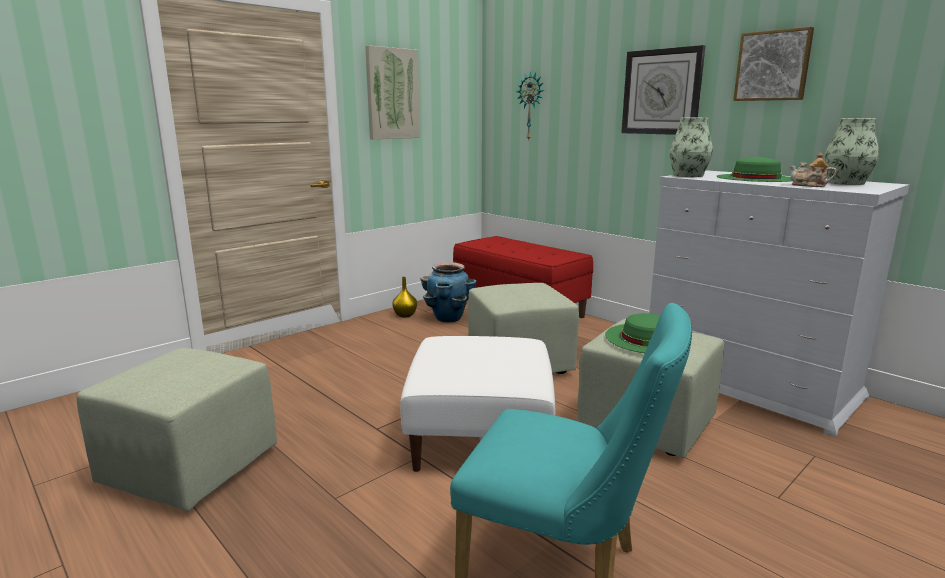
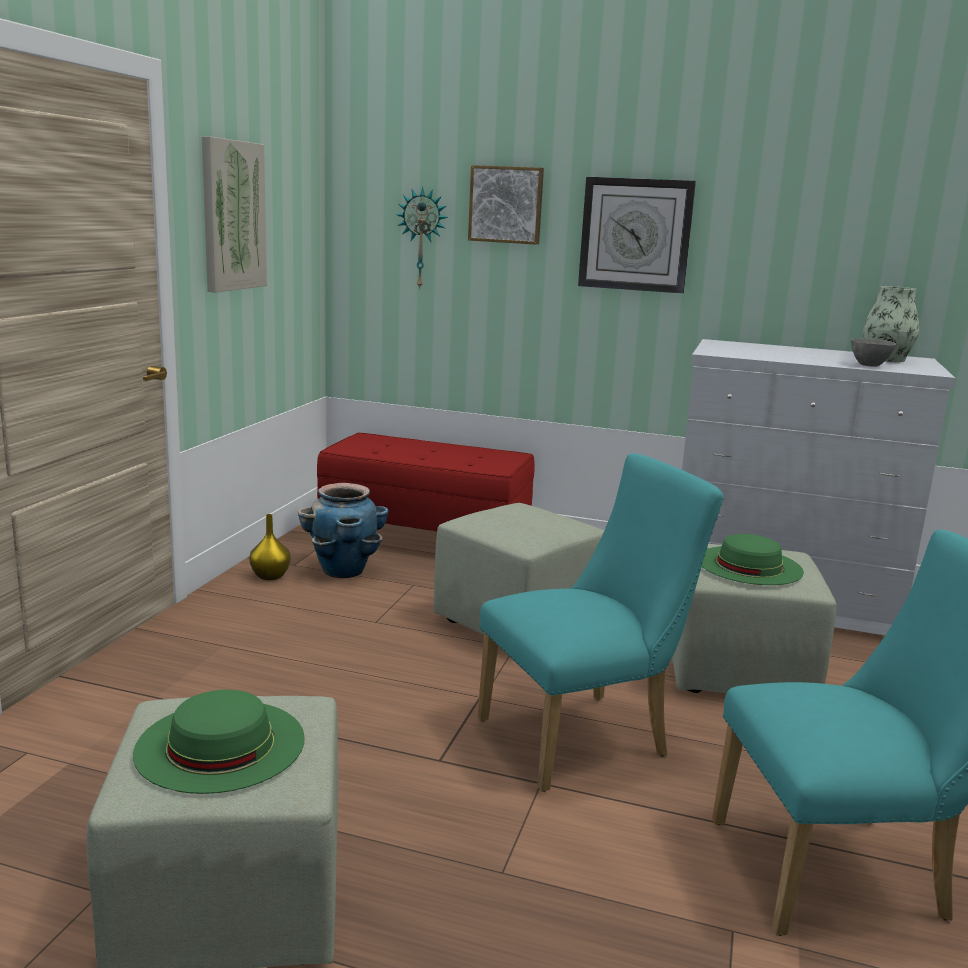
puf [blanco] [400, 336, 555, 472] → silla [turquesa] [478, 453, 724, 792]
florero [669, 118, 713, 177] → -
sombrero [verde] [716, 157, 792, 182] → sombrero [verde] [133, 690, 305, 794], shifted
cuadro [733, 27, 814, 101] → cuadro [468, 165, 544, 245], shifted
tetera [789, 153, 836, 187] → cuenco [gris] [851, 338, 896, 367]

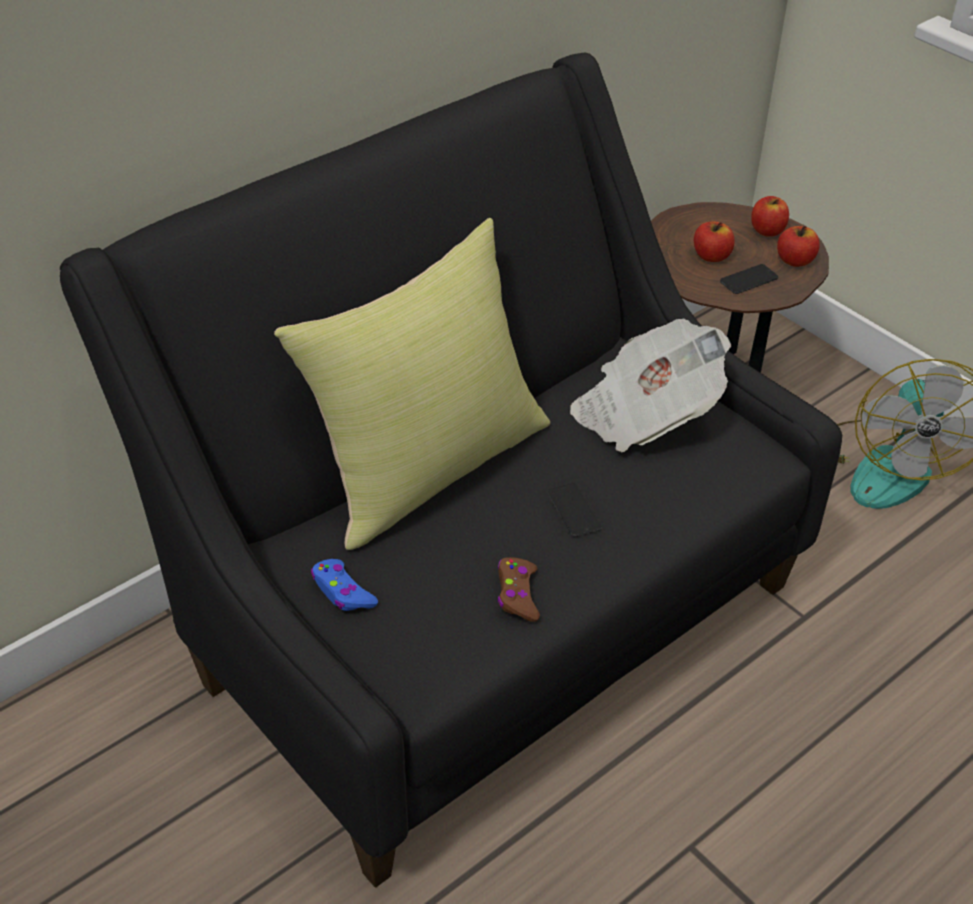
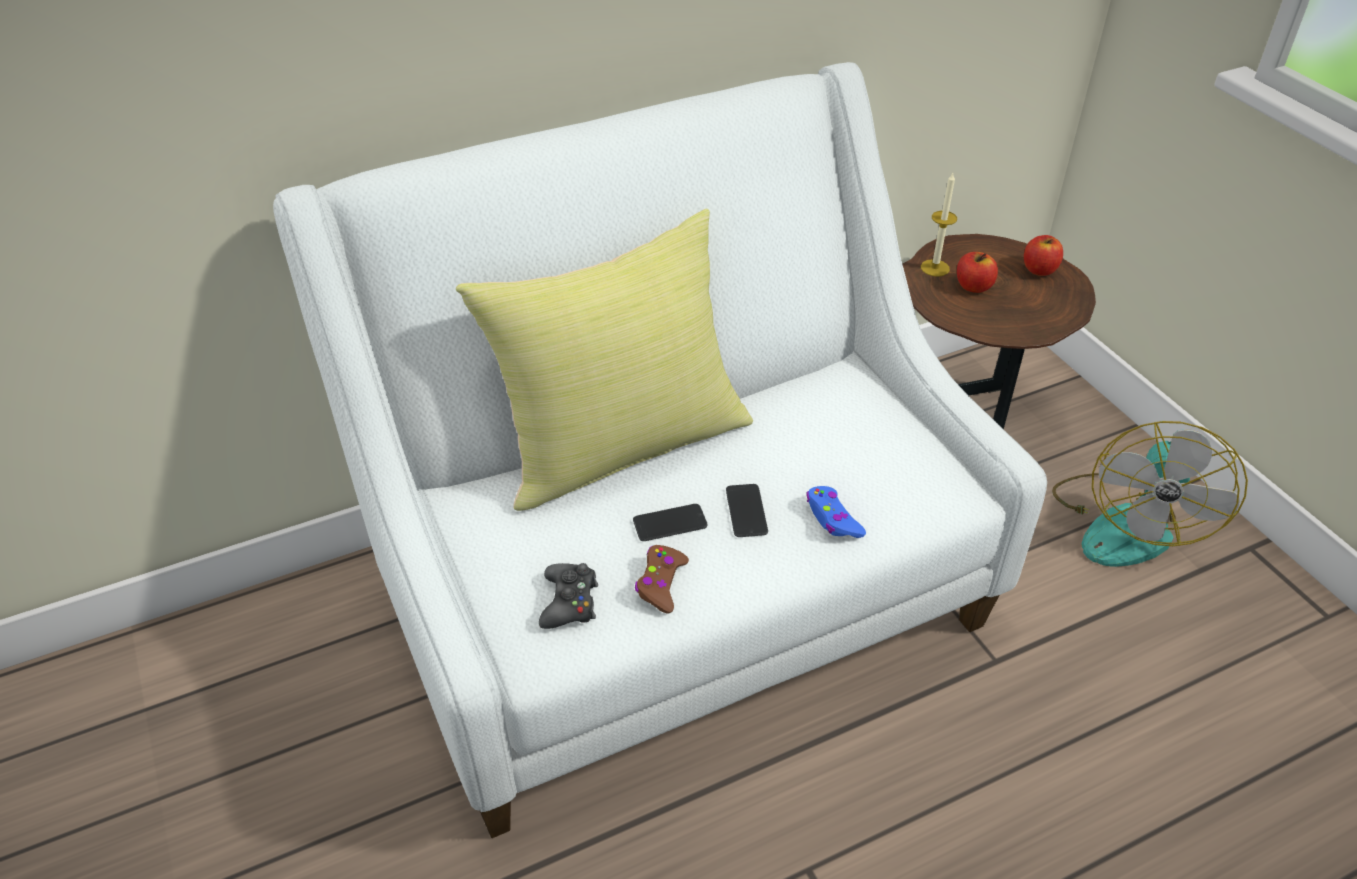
sofá [negro] [60, 53, 842, 887] → sofá [blanco] [273, 62, 1047, 838]
mando de consola [azul] [311, 559, 378, 611] → mando de consola [azul] [806, 486, 866, 538], shifted
periódico [570, 318, 731, 452] → -
móvil [720, 264, 778, 294] → móvil [633, 504, 708, 541], shifted
manzana [777, 226, 820, 267] → -
- → mando de consola [negro] [539, 563, 598, 629]
- → vela [921, 173, 957, 277]

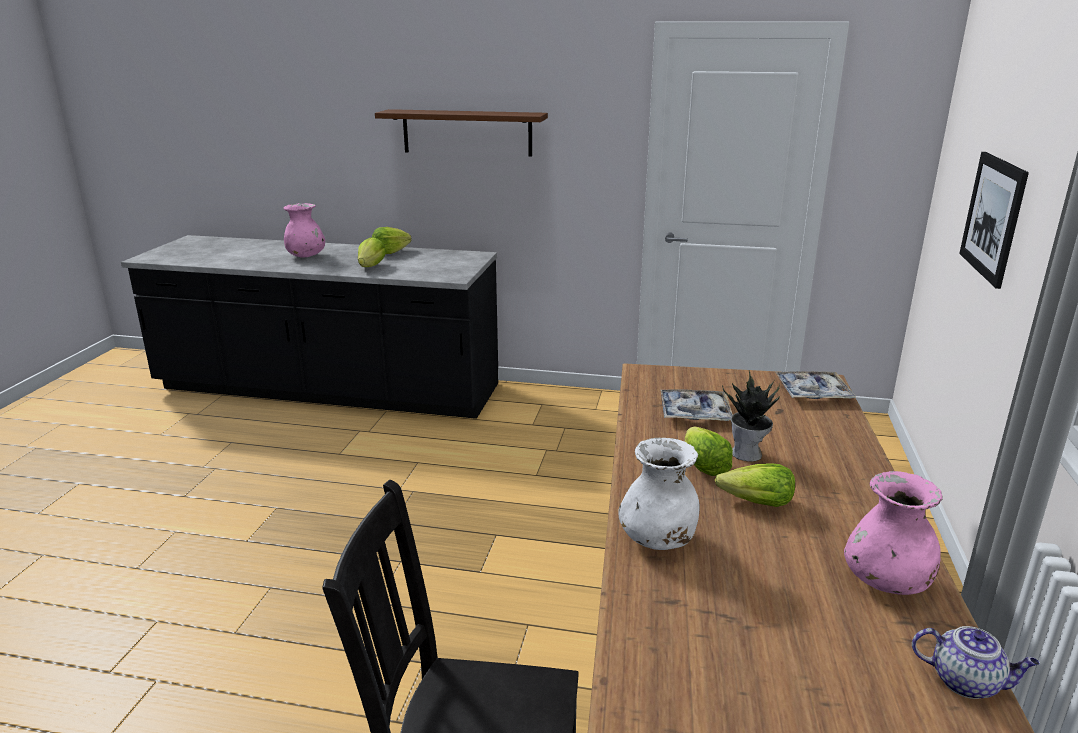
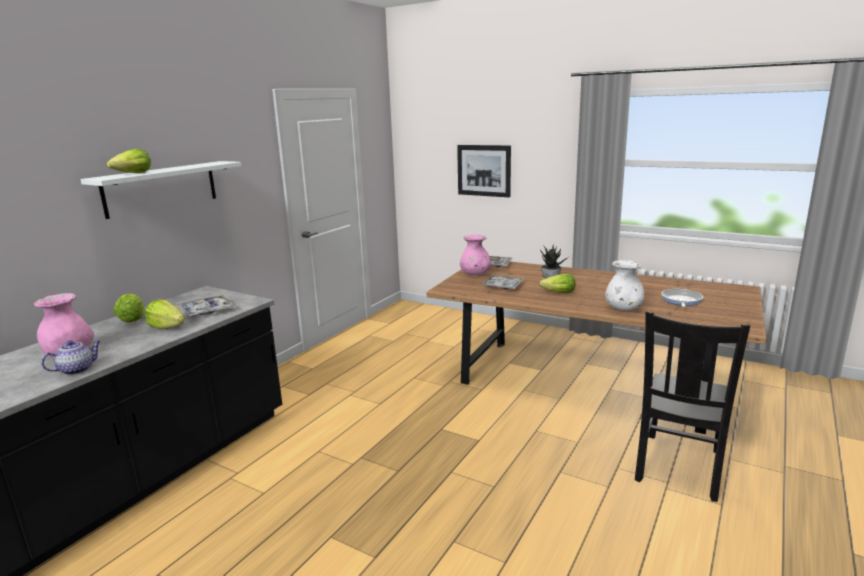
estante [marrón] [375, 109, 548, 157] → estante [blanco] [80, 161, 241, 219]
lechuga [715, 463, 795, 507] → lechuga [107, 148, 151, 173], shifted
florero [rosa] [844, 471, 942, 595] → florero [rosa] [460, 235, 491, 275], shifted
tetera [912, 626, 1040, 699] → tetera [41, 340, 101, 375], shifted
- → bandeja [180, 295, 235, 316]
- → sartén [661, 289, 703, 307]

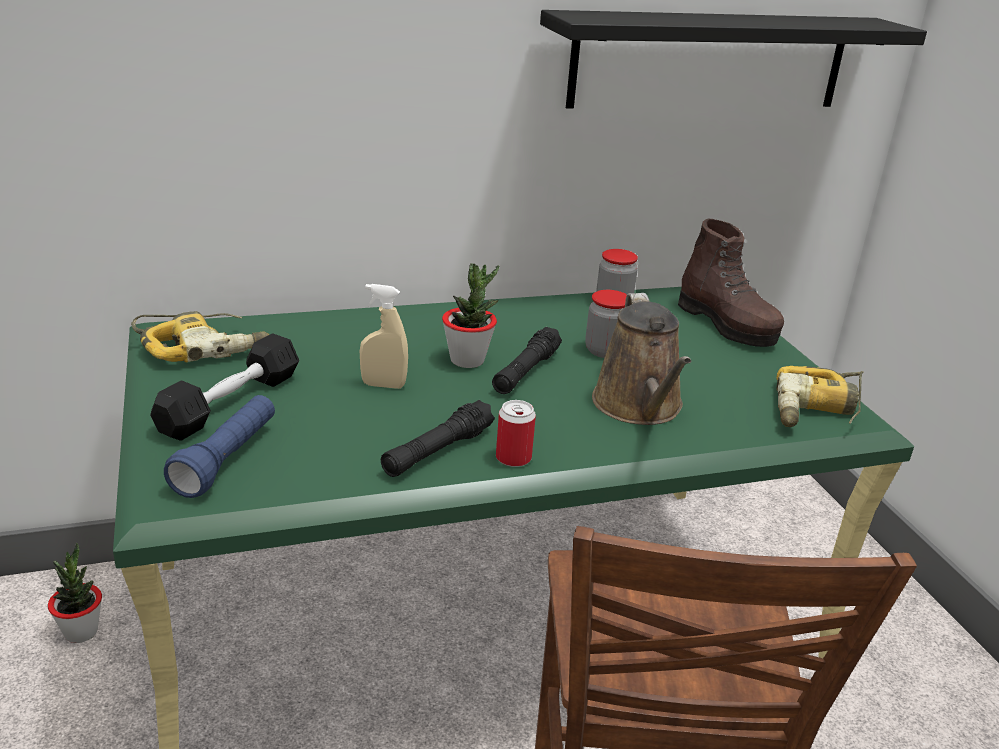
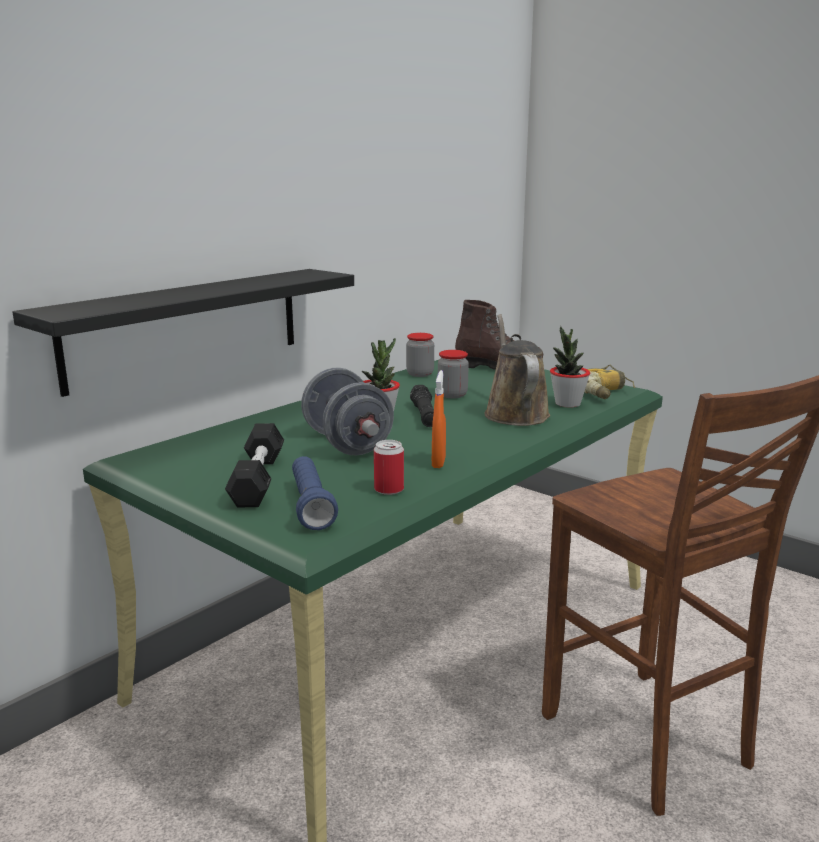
planta en maceta [48, 543, 102, 643] → planta en maceta [550, 326, 590, 408], shifted
taladro [131, 311, 270, 362] → -
pulverizador [beis] [360, 284, 408, 389] → mancuerna [gris] [301, 368, 394, 455]
linterna [negro] [381, 400, 495, 477] → pulverizador [naranja] [432, 370, 446, 468]
lata [496, 400, 536, 467] → lata [374, 440, 404, 495], shifted
estante [negro] [540, 10, 927, 109] → estante [negro] [12, 269, 354, 397], shifted
regadera [marrón] [592, 293, 691, 425] → regadera [marrón] [484, 314, 550, 426], 150 degrees counterclockwise

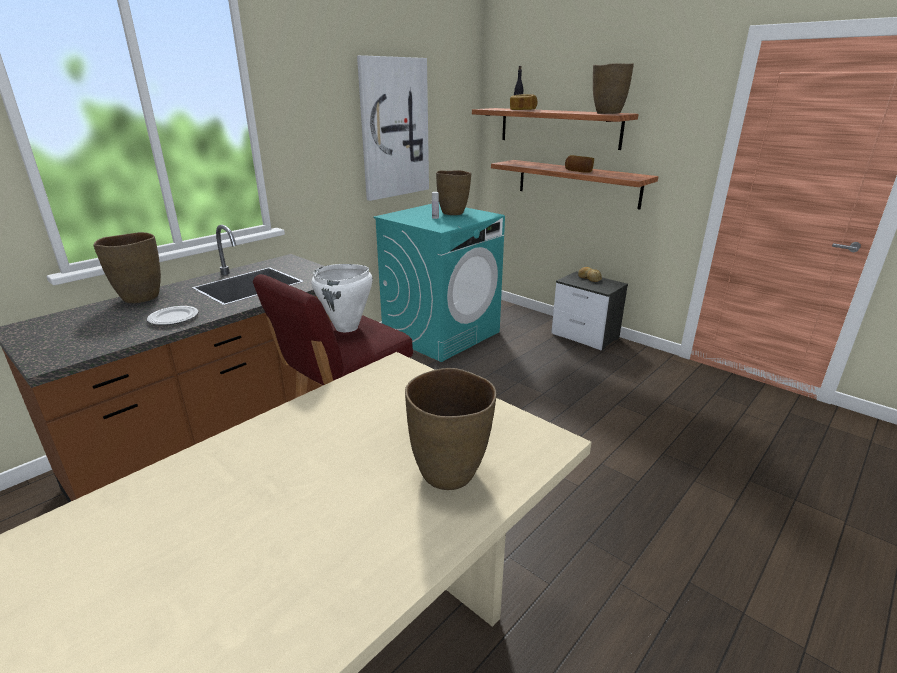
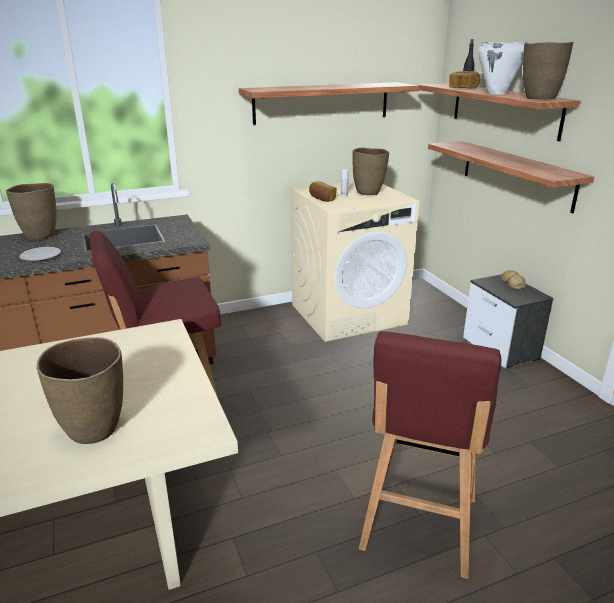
olla [blanco] [311, 264, 373, 332] → olla [blanco] [478, 41, 527, 95], shifted
cuadro [357, 55, 429, 201] → estante [239, 82, 420, 125]
lavadora [turquesa] [373, 204, 505, 362] → lavadora [beis] [290, 181, 419, 342]
pan [565, 155, 594, 173] → pan [309, 181, 337, 202], shifted
- → taburete [rojo] [359, 331, 501, 579]

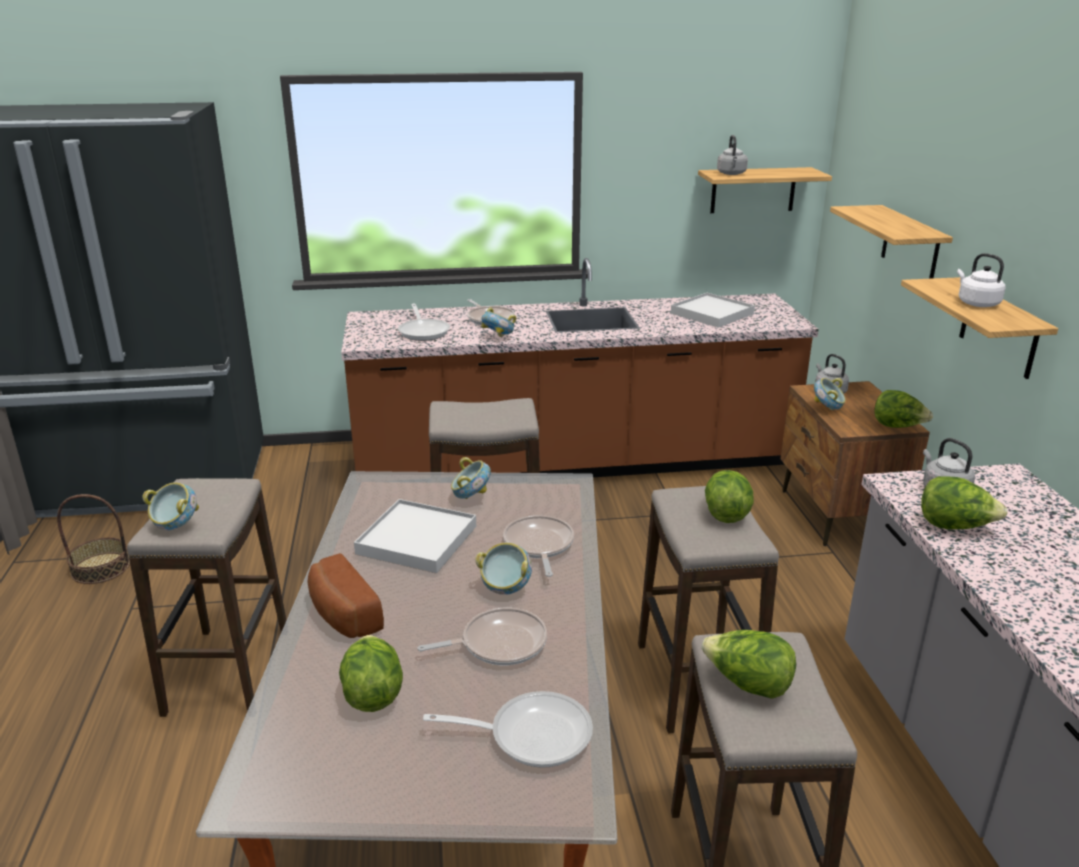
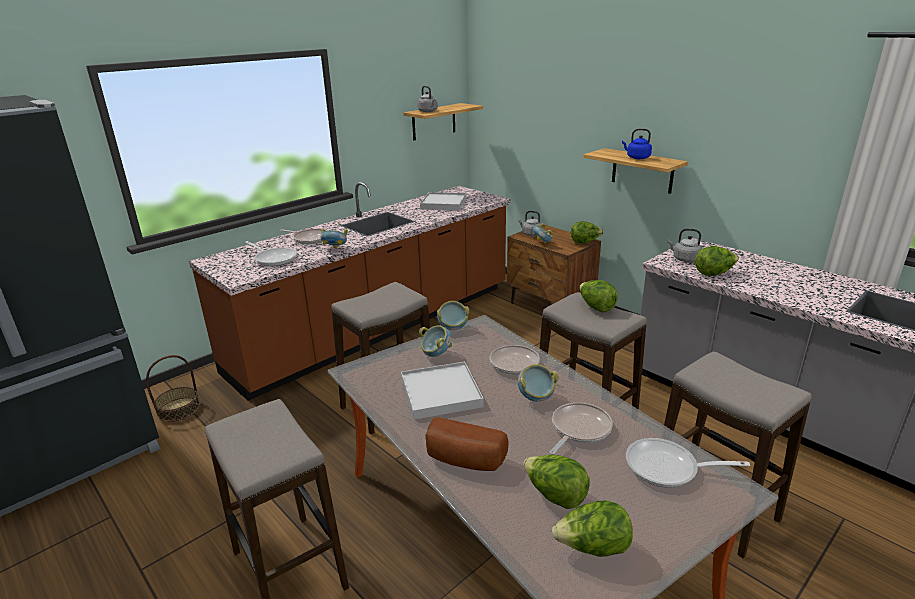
cesta [57, 494, 130, 584] → cesta [146, 355, 200, 422], shifted
cuenco [142, 482, 199, 530] → cuenco [437, 301, 469, 330], shifted
sartén [423, 691, 593, 768] → sartén [626, 438, 750, 488], 135 degrees counterclockwise
lechuga [701, 630, 796, 698] → lechuga [552, 501, 633, 557], shifted
estante [830, 205, 953, 279] → -
hervidor [blanco] [957, 253, 1006, 307] → hervidor [azul] [622, 129, 652, 159]

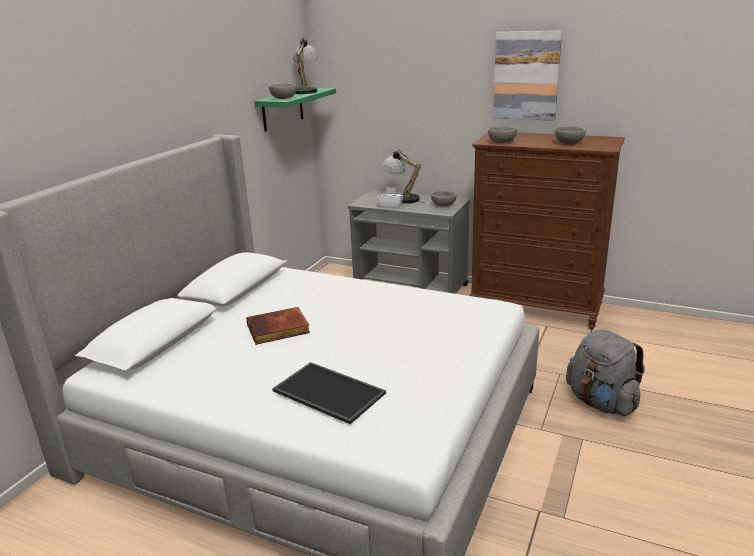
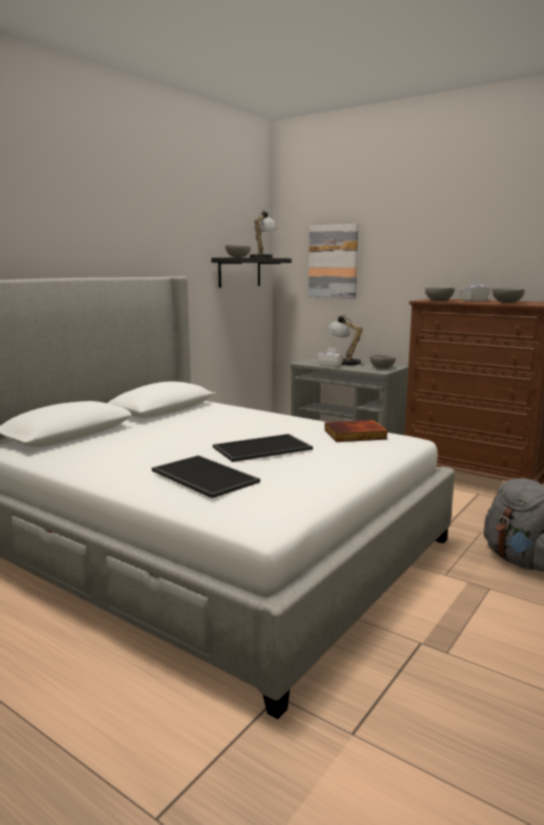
libro [246, 307, 310, 345] → libro [325, 420, 388, 442], shifted
estante [verde] [254, 88, 336, 132] → estante [negro] [211, 257, 292, 288]
cuadro [493, 31, 562, 121] → cuadro [308, 224, 358, 299], shifted
- → bandeja [213, 434, 313, 462]
- → caja de pañuelos [blanco] [459, 279, 491, 301]

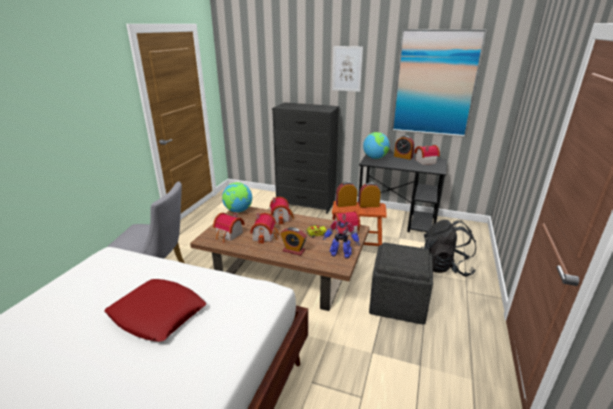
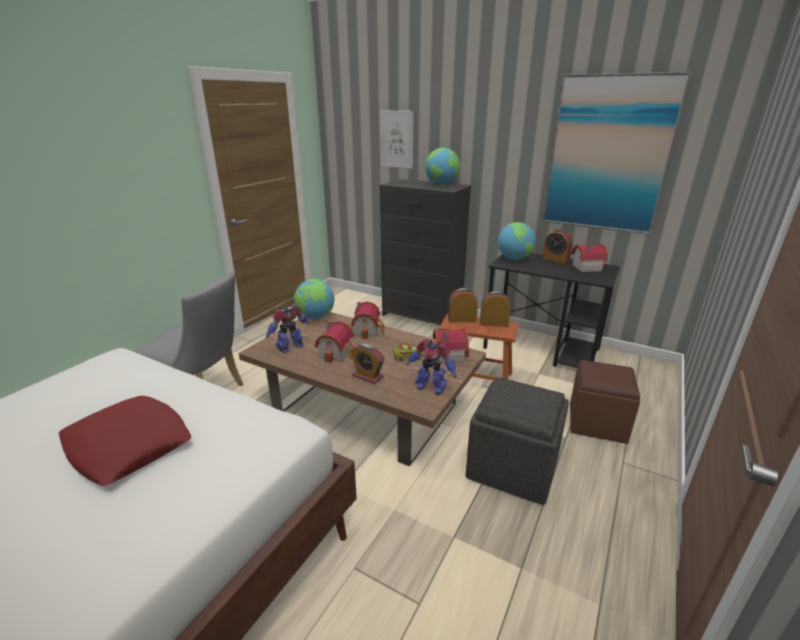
casita [213, 213, 245, 242] → robot de juguete [266, 305, 309, 353]
cuadro [332, 46, 363, 92] → cuadro [380, 110, 414, 169], shifted
mochila [negro] [421, 220, 476, 276] → puf [marrón] [570, 360, 640, 444]
- → globo terráqueo [425, 148, 460, 185]

